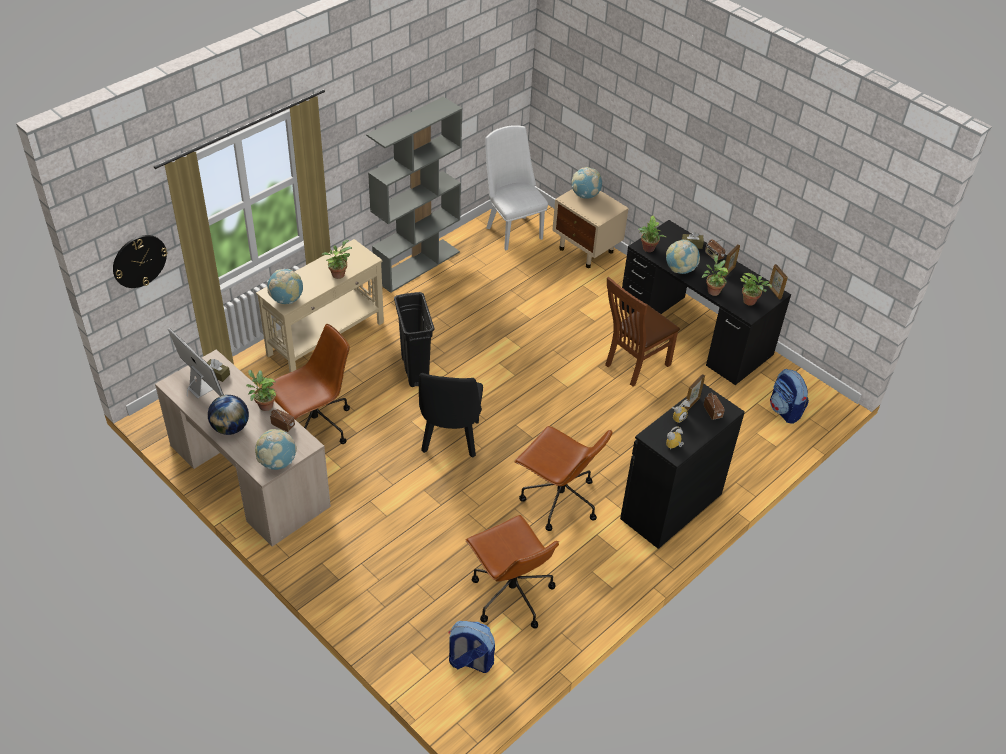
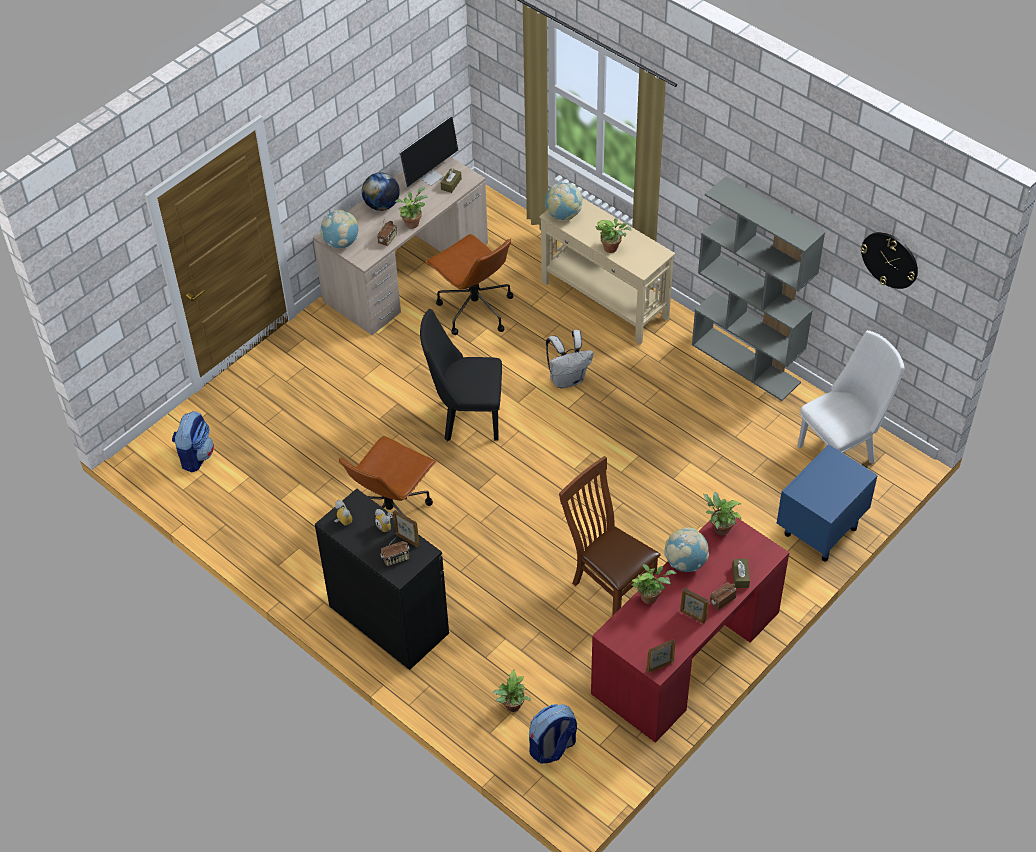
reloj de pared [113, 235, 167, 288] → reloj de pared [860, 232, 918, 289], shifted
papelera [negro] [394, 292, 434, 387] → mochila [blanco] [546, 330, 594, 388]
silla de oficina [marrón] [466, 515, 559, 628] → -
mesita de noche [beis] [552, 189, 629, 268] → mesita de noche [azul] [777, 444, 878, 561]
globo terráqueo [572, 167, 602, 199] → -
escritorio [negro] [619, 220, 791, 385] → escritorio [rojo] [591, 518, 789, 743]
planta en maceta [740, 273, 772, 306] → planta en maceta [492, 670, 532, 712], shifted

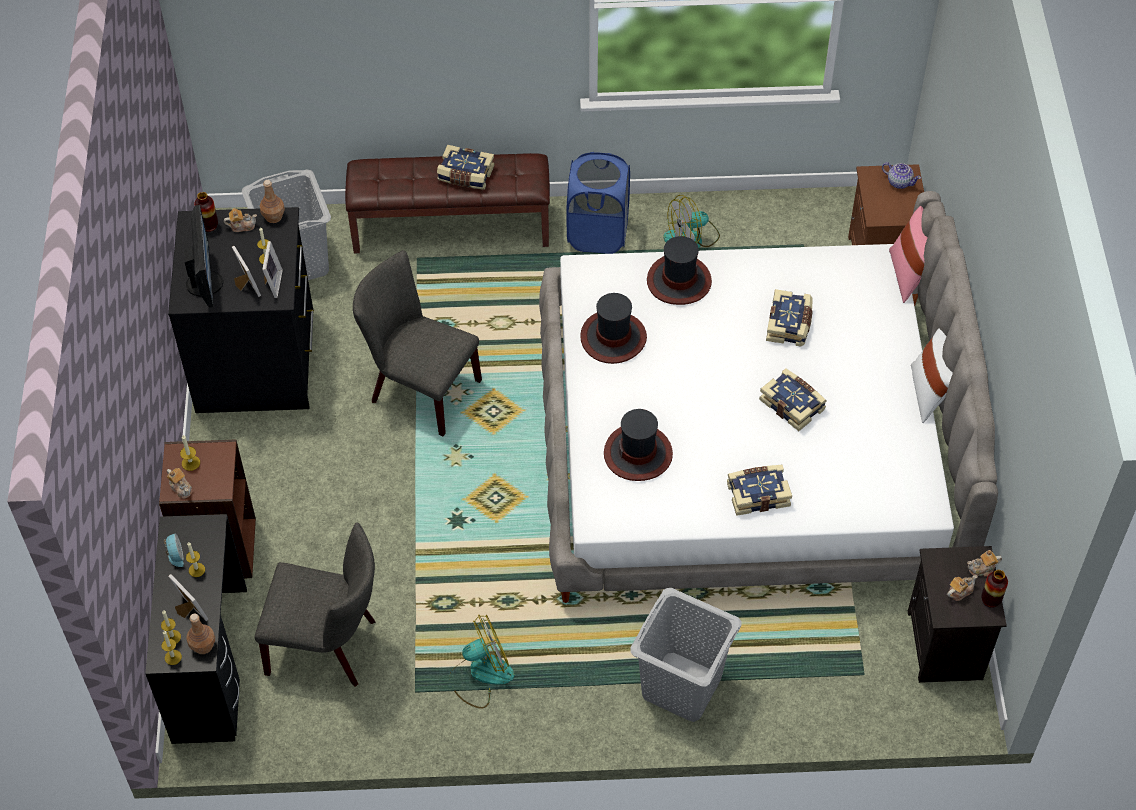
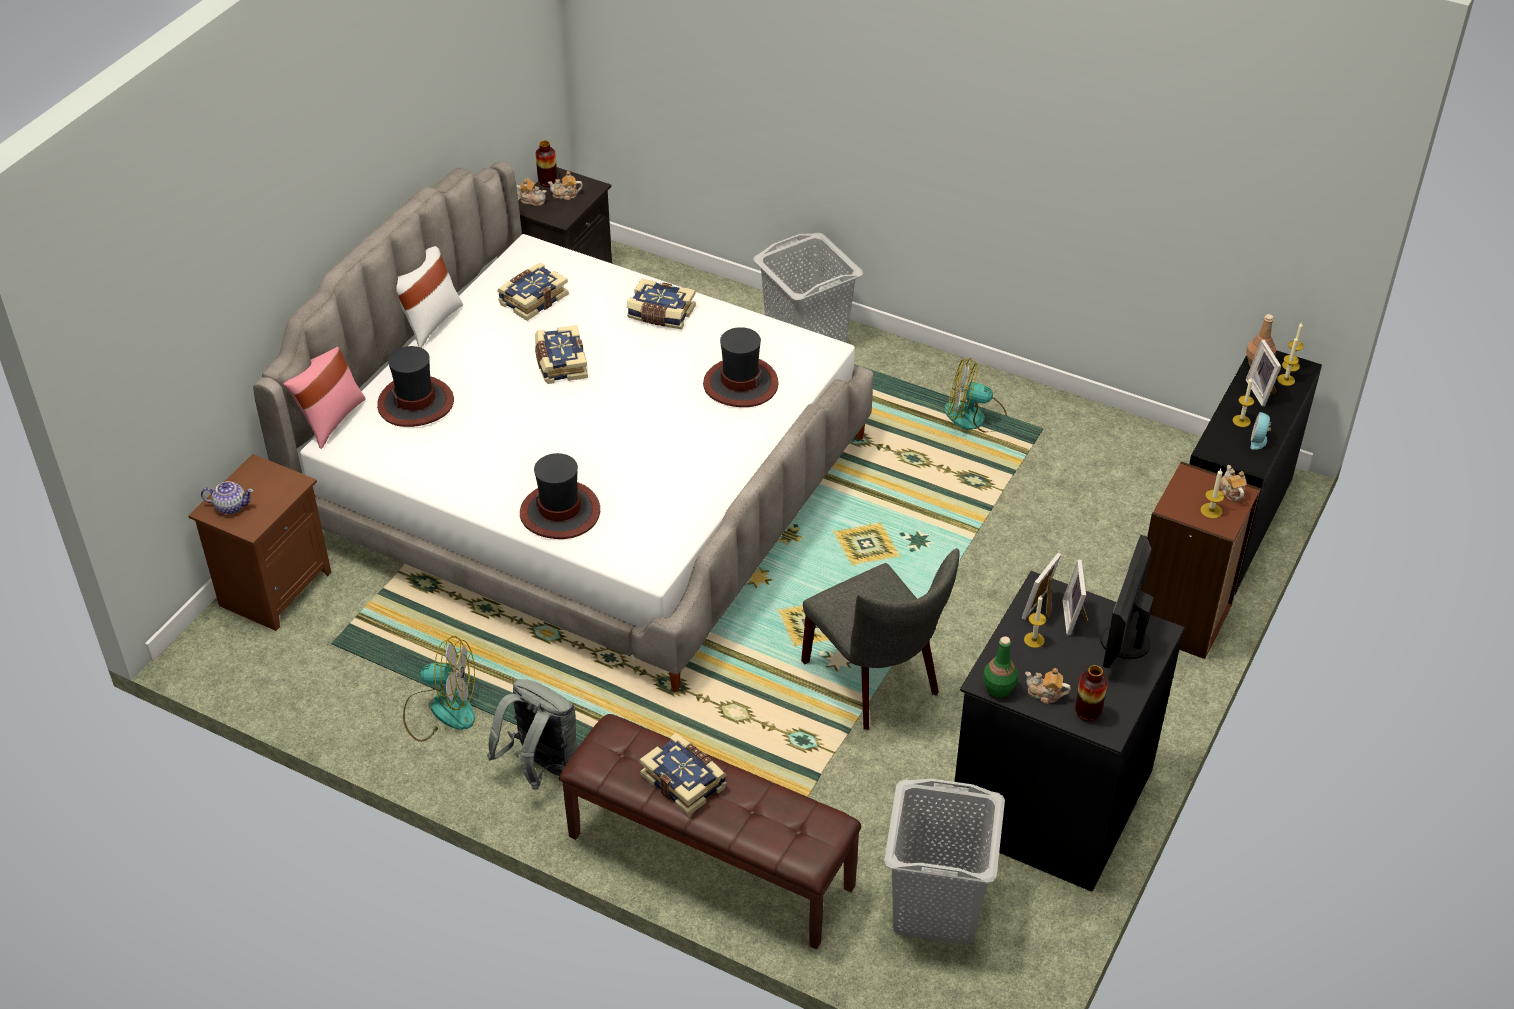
silla [gris] [255, 522, 376, 686] → -
botella [marrón] [260, 180, 285, 223] → botella [verde] [983, 636, 1018, 698]
cesto de la ropa [azul] [566, 152, 630, 254] → mochila [gris] [487, 679, 577, 790]
sombrero [580, 293, 647, 364] → sombrero [377, 346, 454, 427], shifted
libro [766, 289, 813, 347] → libro [497, 262, 569, 321], shifted
tetera [882, 162, 921, 189] → tetera [201, 481, 254, 514], 120 degrees clockwise

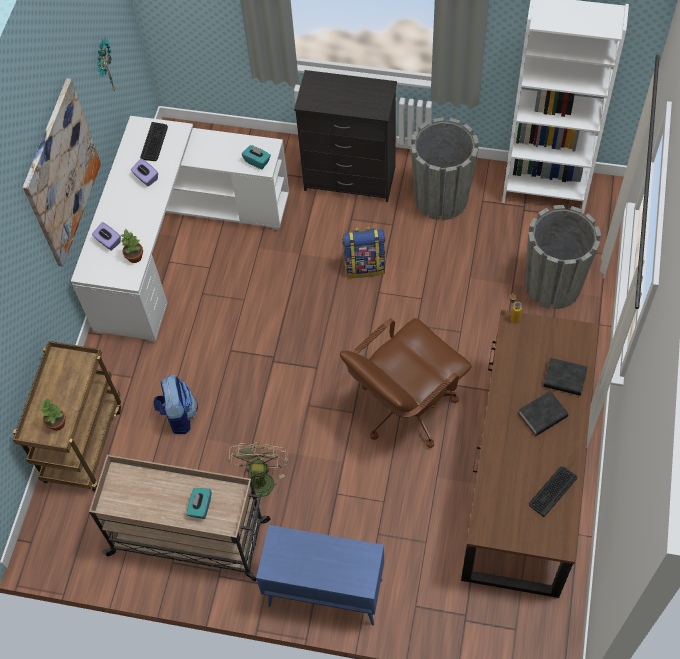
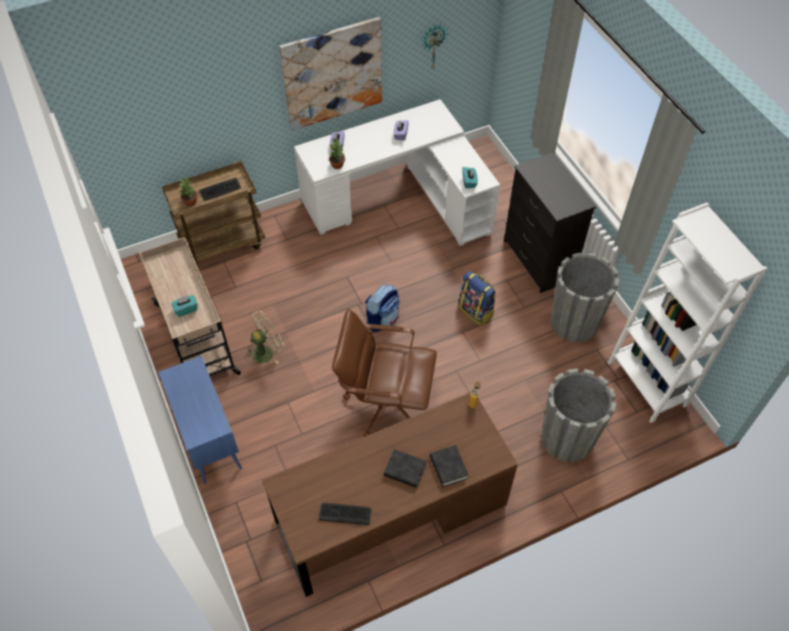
teclado [140, 122, 168, 161] → teclado [199, 178, 241, 201], shifted
mochila [153, 375, 198, 434] → mochila [365, 284, 400, 332], shifted

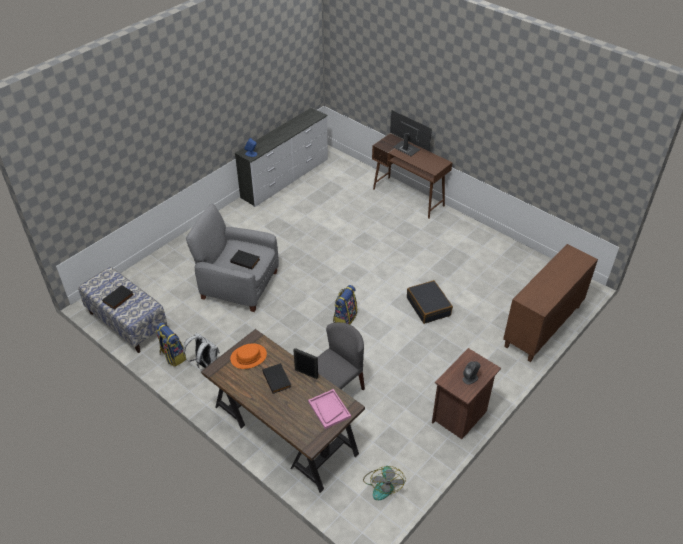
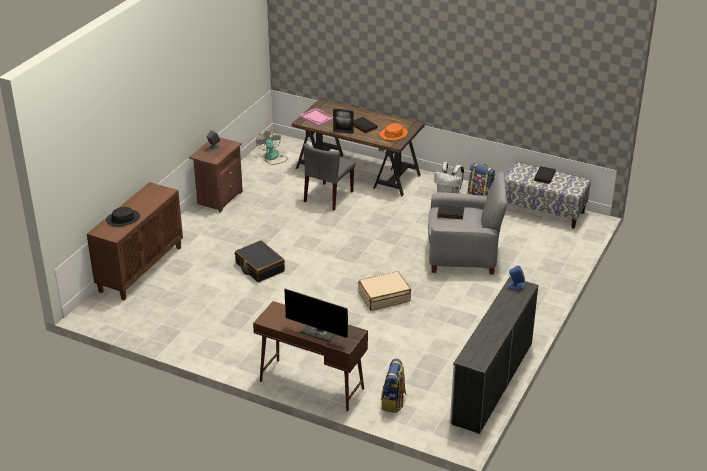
mochila [333, 285, 357, 324] → mochila [381, 358, 406, 413], shifted
- → sombrero [negro] [106, 207, 140, 226]
- → maleta [beis] [358, 271, 411, 311]

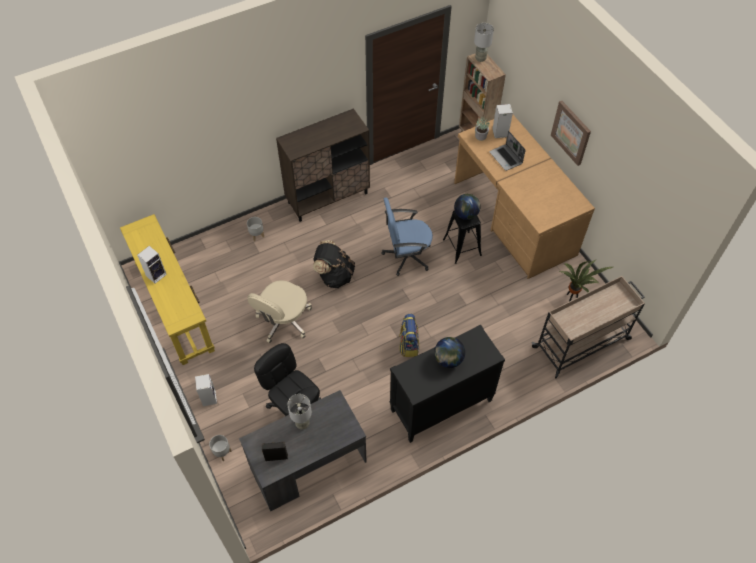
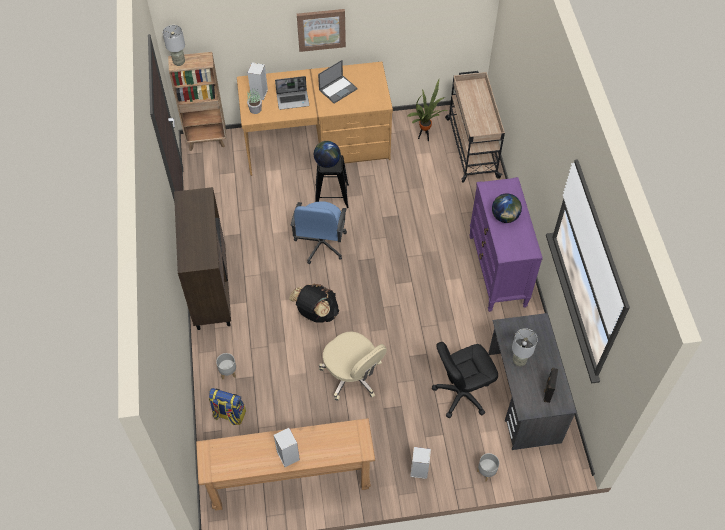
mesa consola [amarillo] [120, 214, 215, 365] → mesa consola [marrón] [196, 418, 375, 511]
cómoda [negro] [389, 325, 505, 443] → cómoda [morado] [469, 177, 543, 312]
mochila [399, 314, 420, 357] → mochila [209, 388, 246, 426], shifted
- → portátil [318, 60, 358, 104]

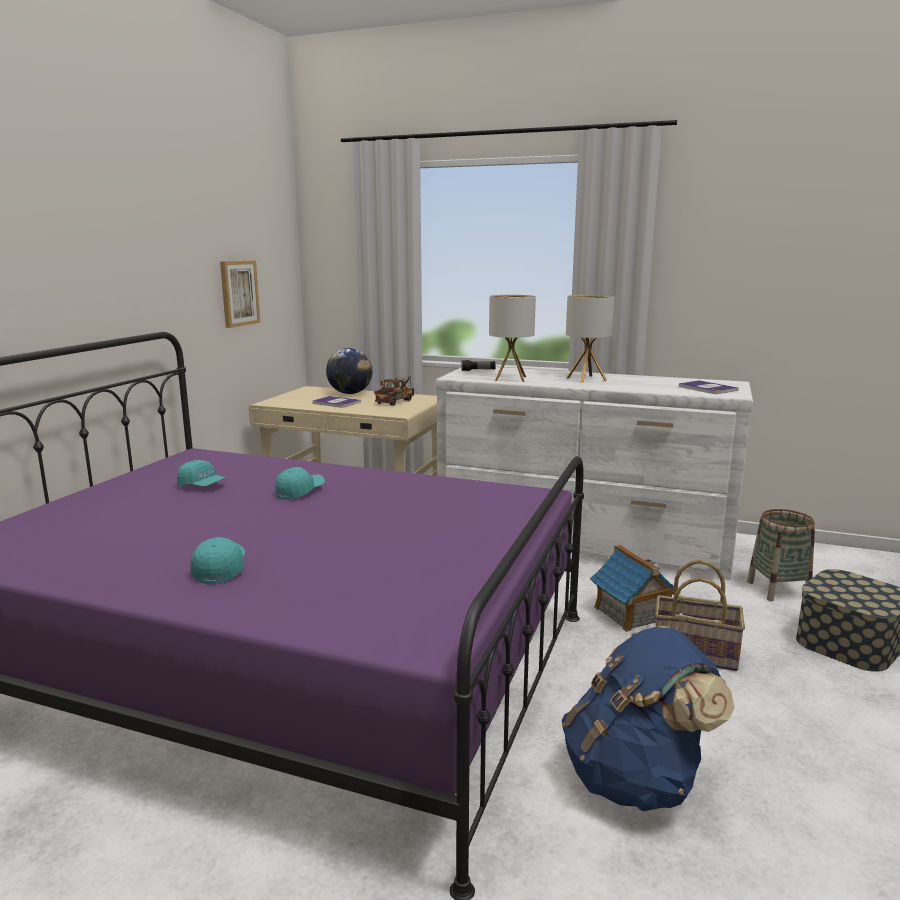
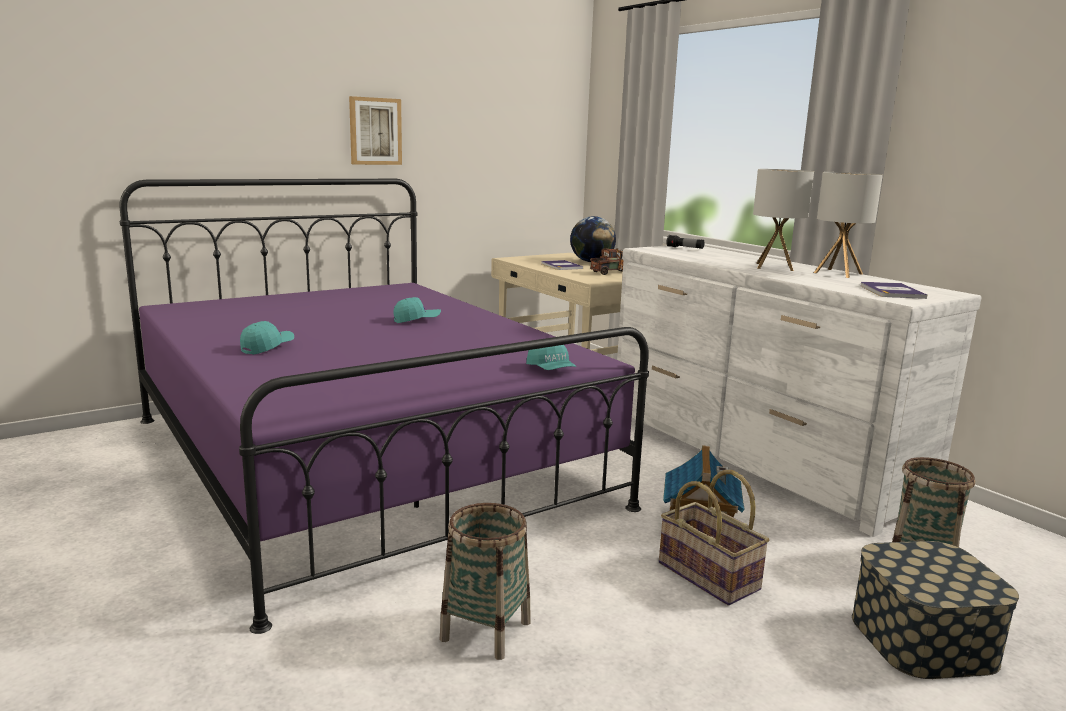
gorra [turquesa] [177, 460, 225, 486] → gorra [turquesa] [526, 345, 576, 370], shifted
cuadro [220, 260, 260, 328] → cuadro [349, 96, 402, 165], shifted
lámpara de mesa [489, 295, 536, 382] → lámpara de mesa [814, 172, 883, 278], shifted
mochila [azul] [562, 626, 735, 811] → cesta [439, 503, 531, 660]

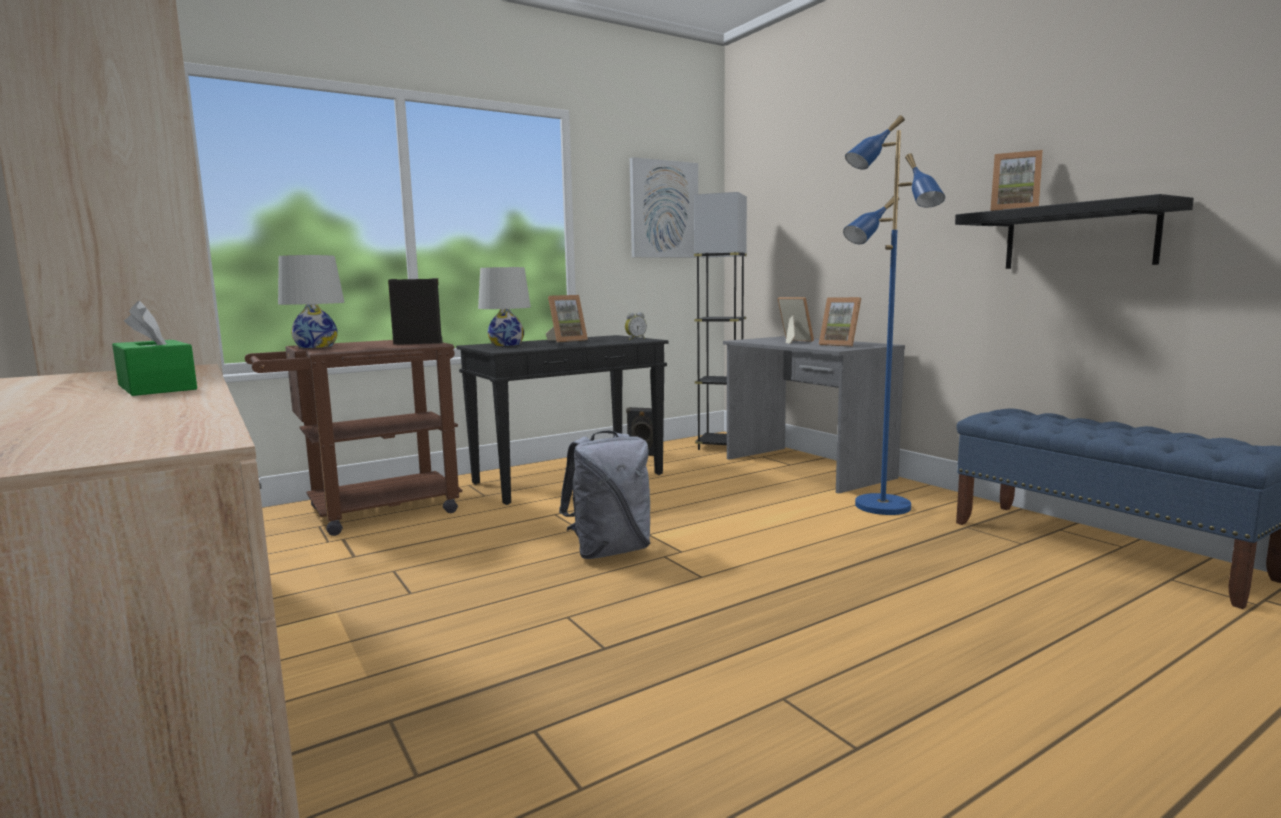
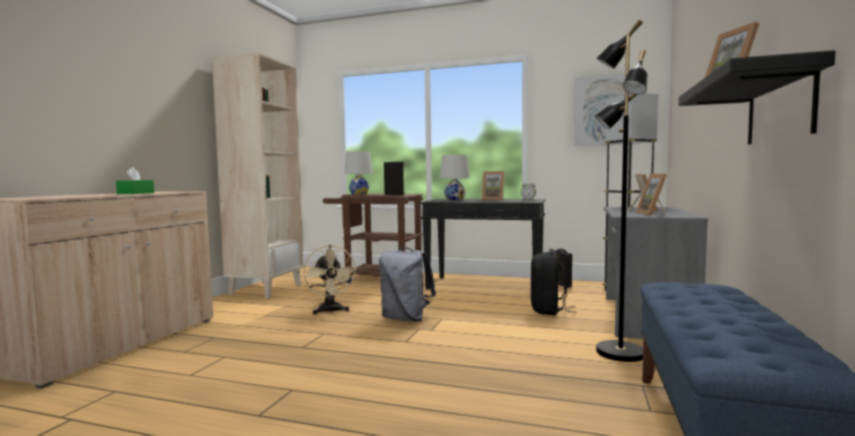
lámpara de pie [azul] [843, 115, 945, 515] → lámpara de pie [negro] [594, 19, 648, 362]
- → ventilador [beis] [304, 245, 357, 315]
- → mochila [negro] [531, 248, 577, 315]

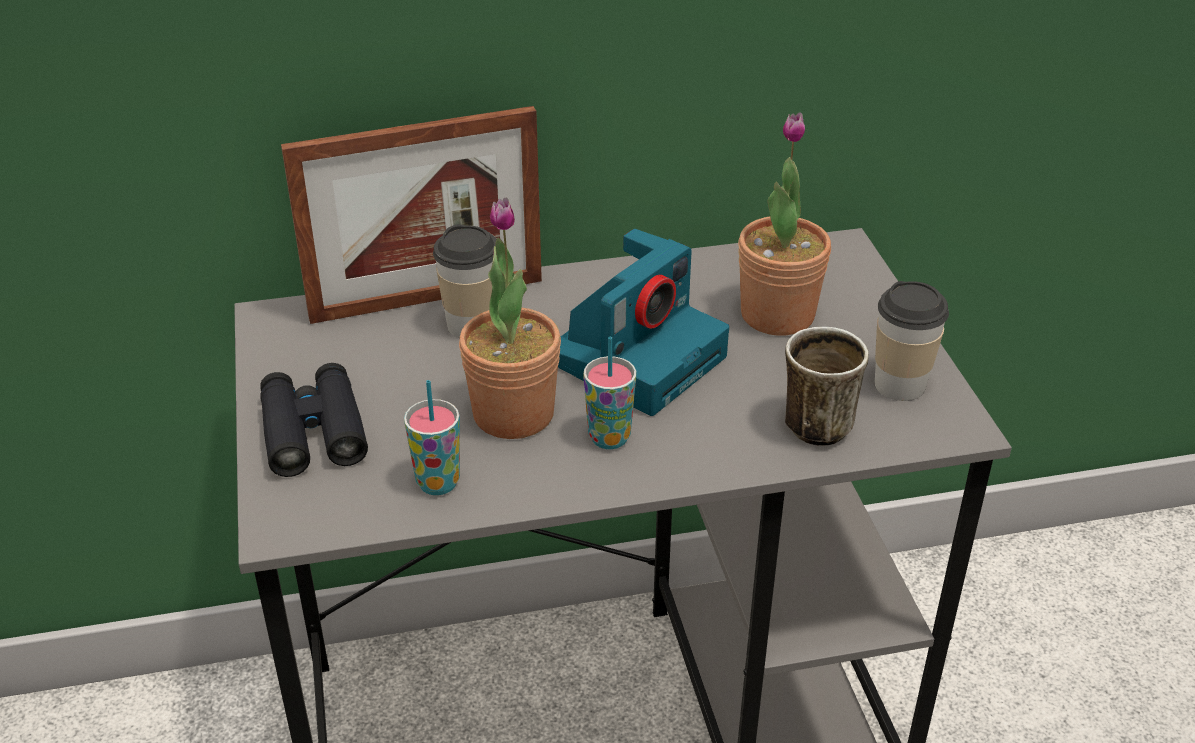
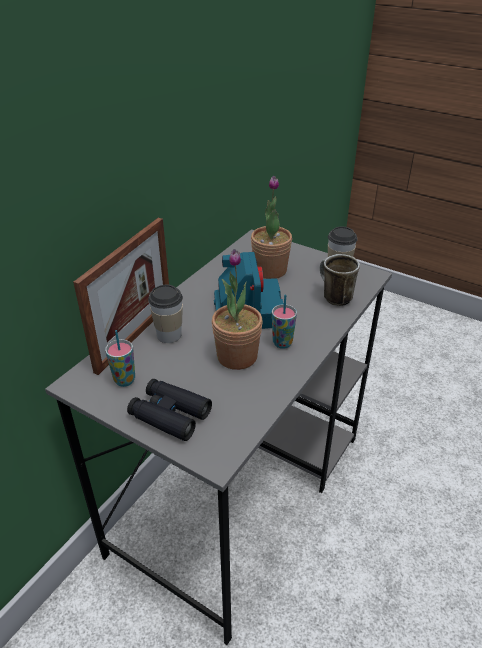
taza [404, 380, 460, 495] → taza [105, 330, 135, 387], shifted

